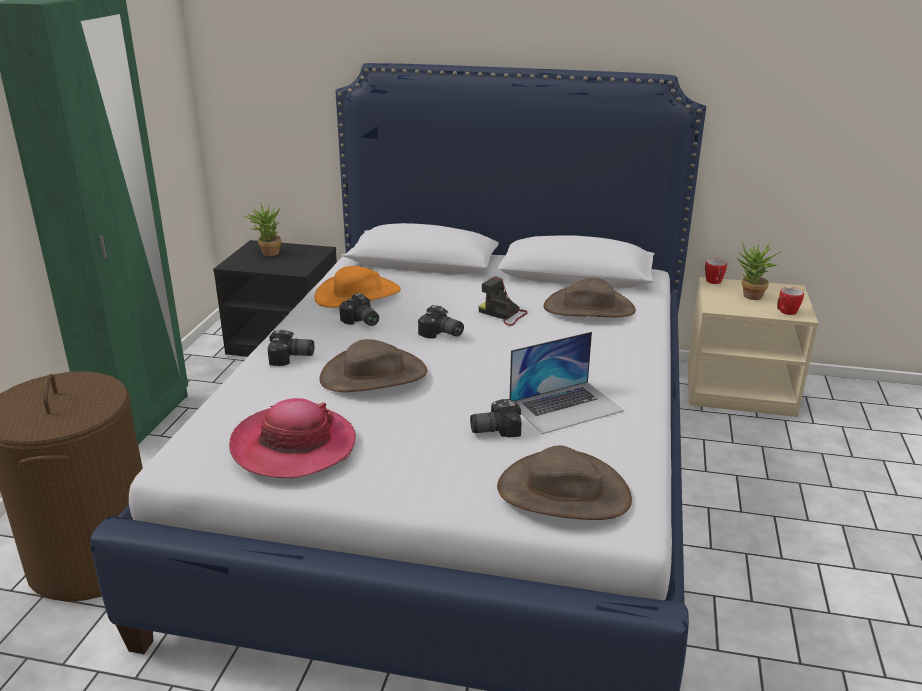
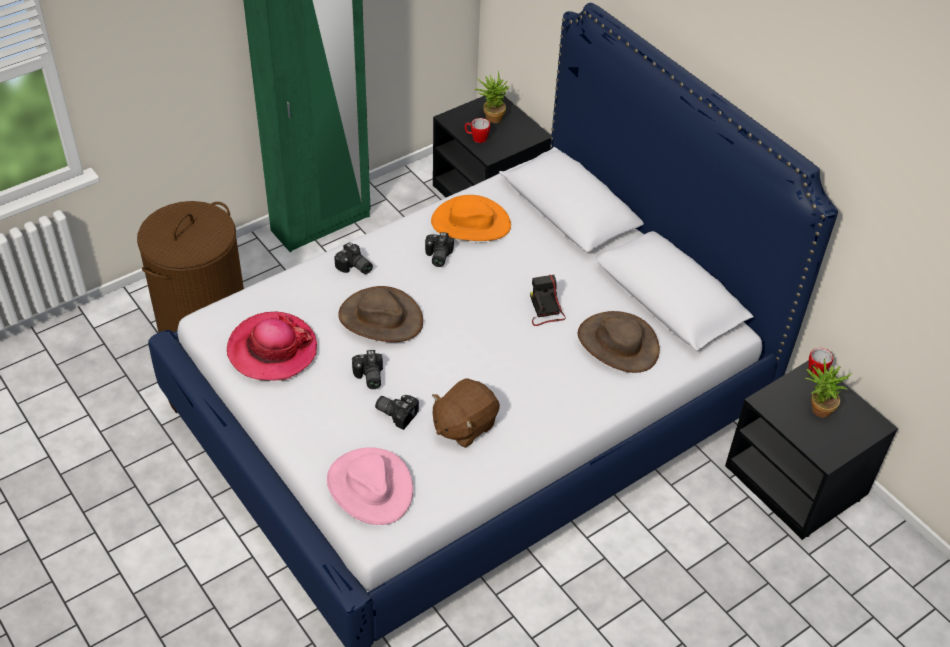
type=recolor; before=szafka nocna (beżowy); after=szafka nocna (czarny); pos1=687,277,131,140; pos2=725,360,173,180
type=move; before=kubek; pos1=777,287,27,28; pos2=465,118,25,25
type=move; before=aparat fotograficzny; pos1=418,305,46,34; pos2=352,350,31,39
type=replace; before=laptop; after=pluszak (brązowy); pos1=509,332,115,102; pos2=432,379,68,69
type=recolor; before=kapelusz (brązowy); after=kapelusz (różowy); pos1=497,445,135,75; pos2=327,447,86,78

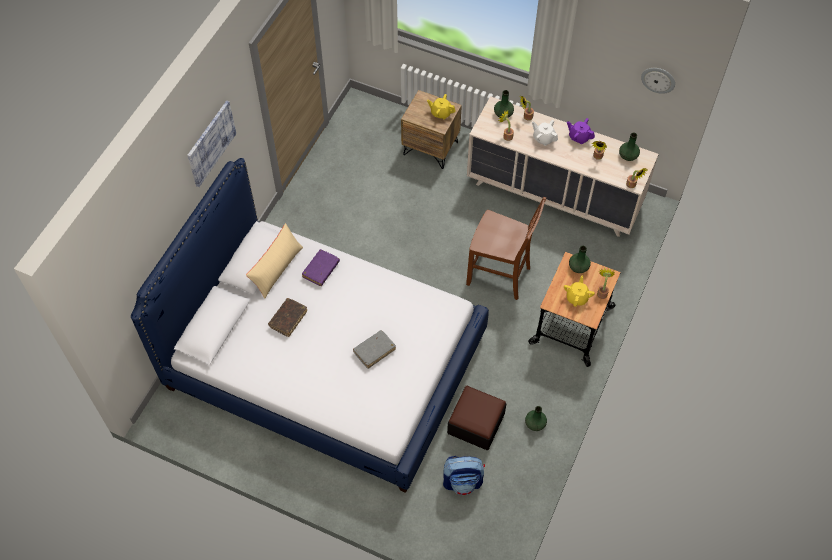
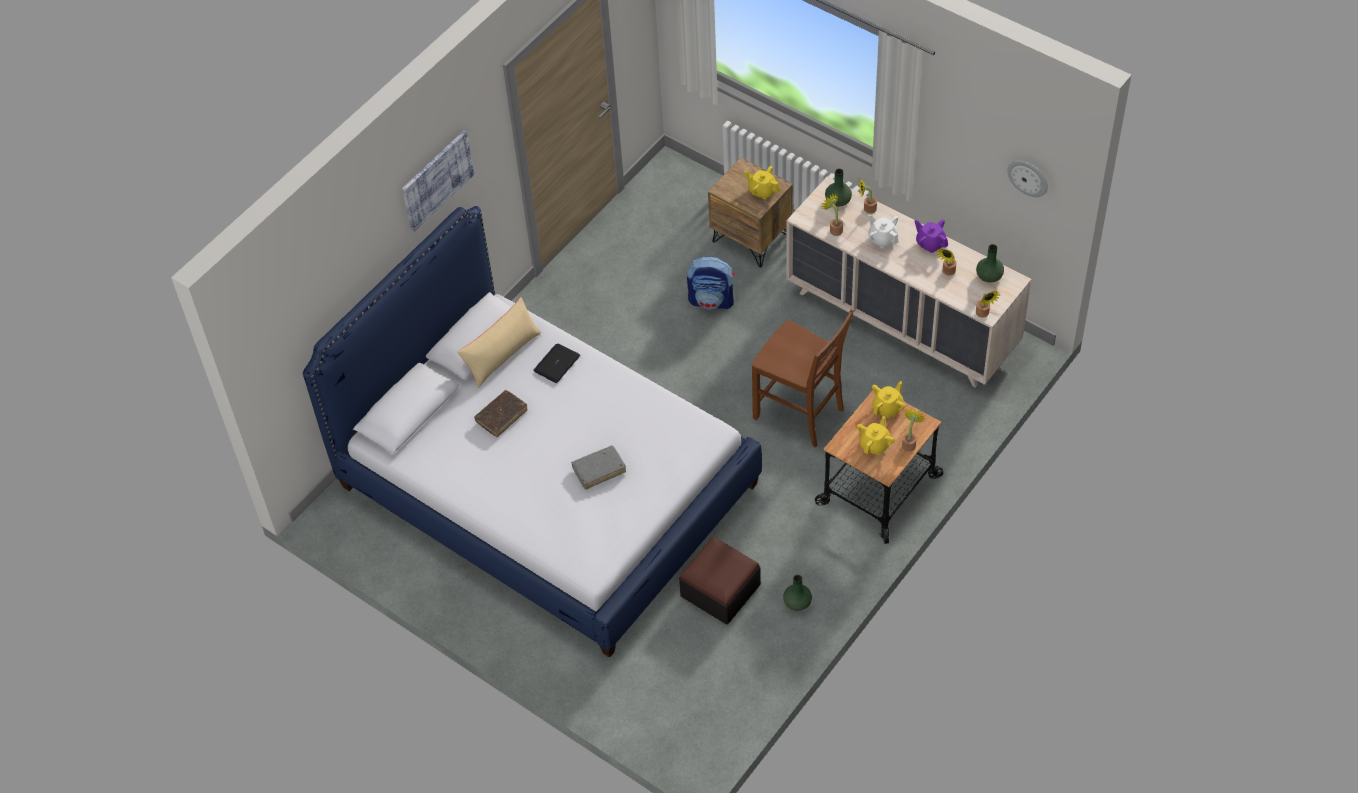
type=replace; before=wazon (zielony); after=imbryk (żółty); pos1=569,246,22,27; pos2=872,381,33,37
type=replace; before=książka (fioletowy); after=laptop; pos1=302,249,38,37; pos2=534,343,46,40
type=move; before=plecak; pos1=443,456,42,39; pos2=687,256,48,54

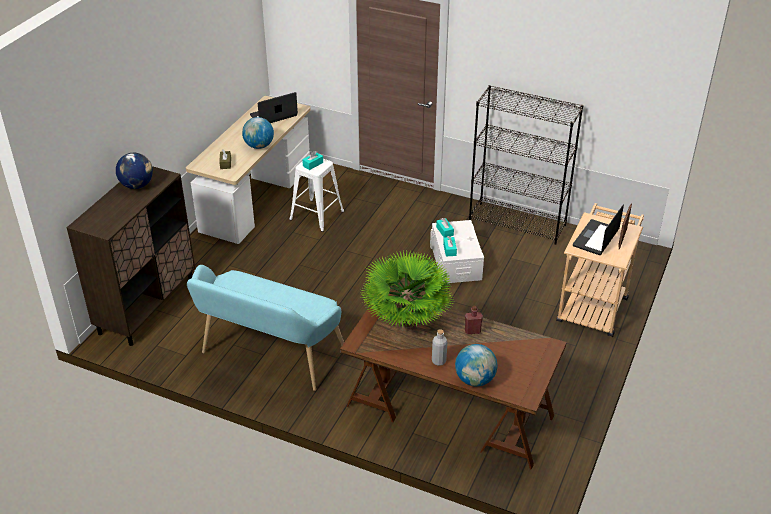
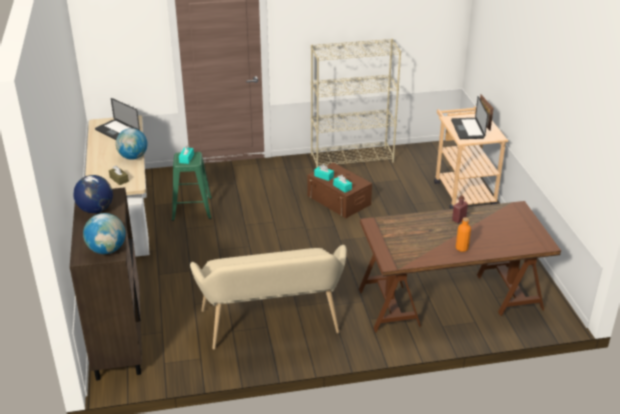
type=recolor; before=regał (czarny); after=regał (beżowy); pos1=469,85,115,160; pos2=311,39,90,129
type=rotate; before=laptop; pos1=250,92,48,31; pos2=95,98,45,42; turn=-75
type=recolor; before=stołek (biały); after=stołek (zielony); pos1=289,155,55,77; pos2=172,152,40,69
type=recolor; before=pojemnik do przechowywania (biały); after=pojemnik do przechowywania (brązowy); pos1=430,220,54,63; pos2=308,162,64,56
type=delete; before=roślina doniczkowa; pos1=360,250,94,81
type=recolor; before=ławka (turkusowy); after=ławka (beżowy); pos1=187,265,157,126; pos2=190,245,157,105
type=recolor; before=butelka (szary); after=butelka (pomarańczowy); pos1=432,329,15,37; pos2=456,217,15,35
type=move; before=globus; pos1=455,344,42,42; pos2=83,213,43,41

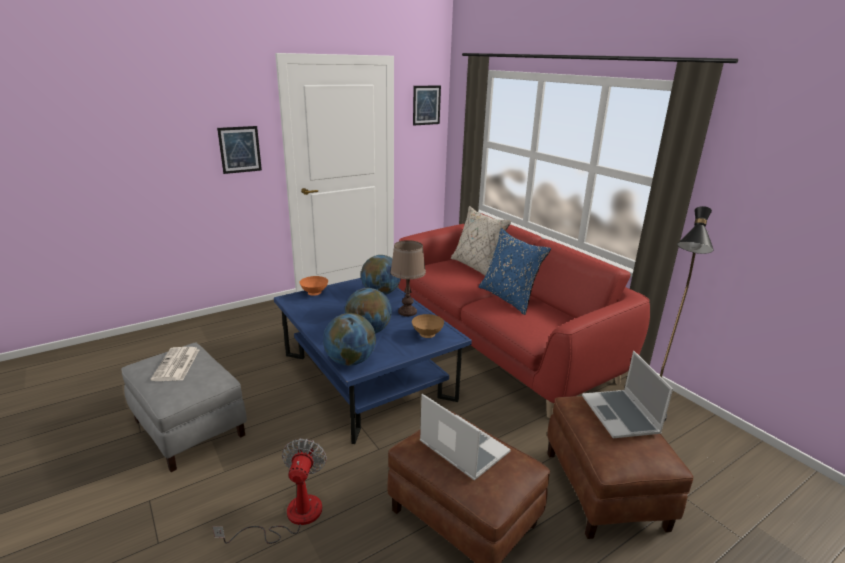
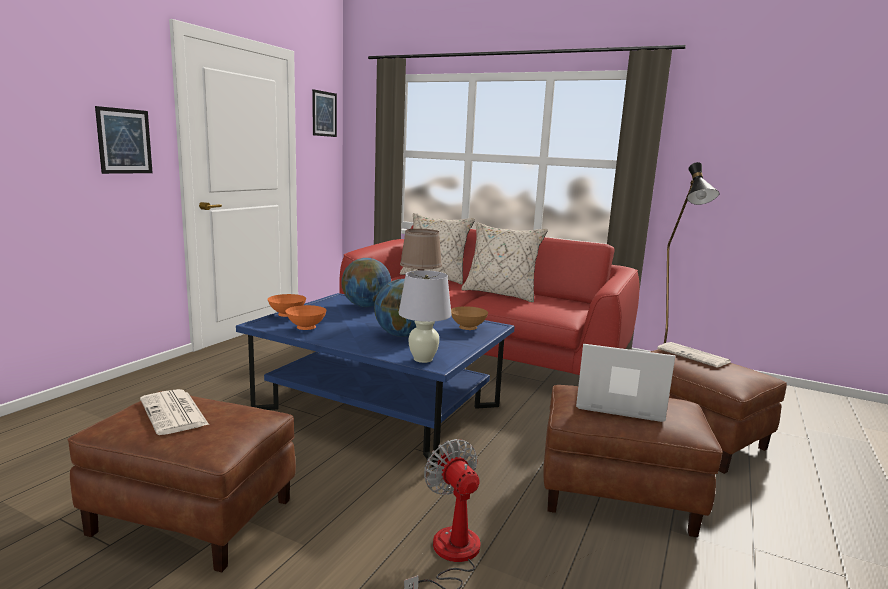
type=recolor; before=poduszka (niebieski); after=poduszka (beżowy); pos1=479,228,72,87; pos2=461,222,87,80
type=replace; before=globus; after=lampa stołowa (biały); pos1=323,313,53,53; pos2=399,270,53,93
type=recolor; before=pufa (szary); after=pufa (brązowy); pos1=121,342,126,130; pos2=68,391,228,181
type=replace; before=laptop; after=gazeta; pos1=582,351,91,87; pos2=657,342,74,25
type=insert; after=miska (pomarańczowy); pos2=286,305,41,25

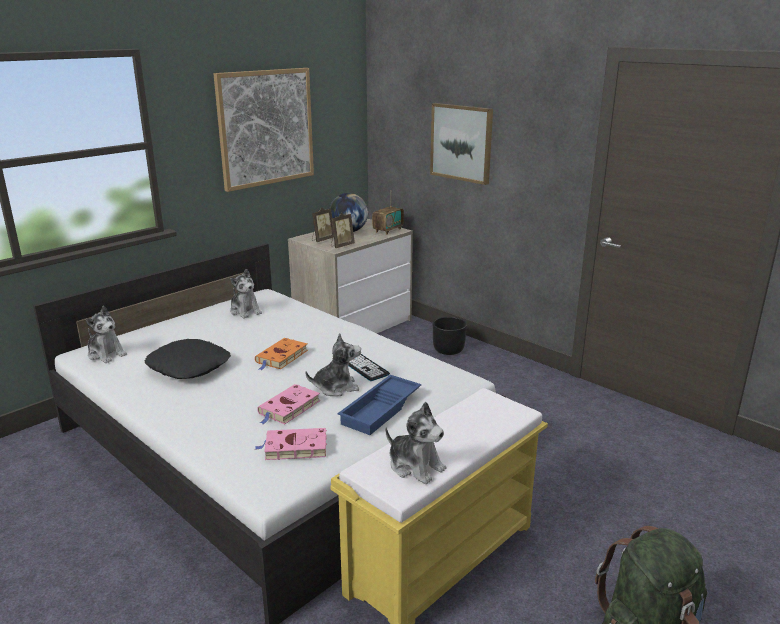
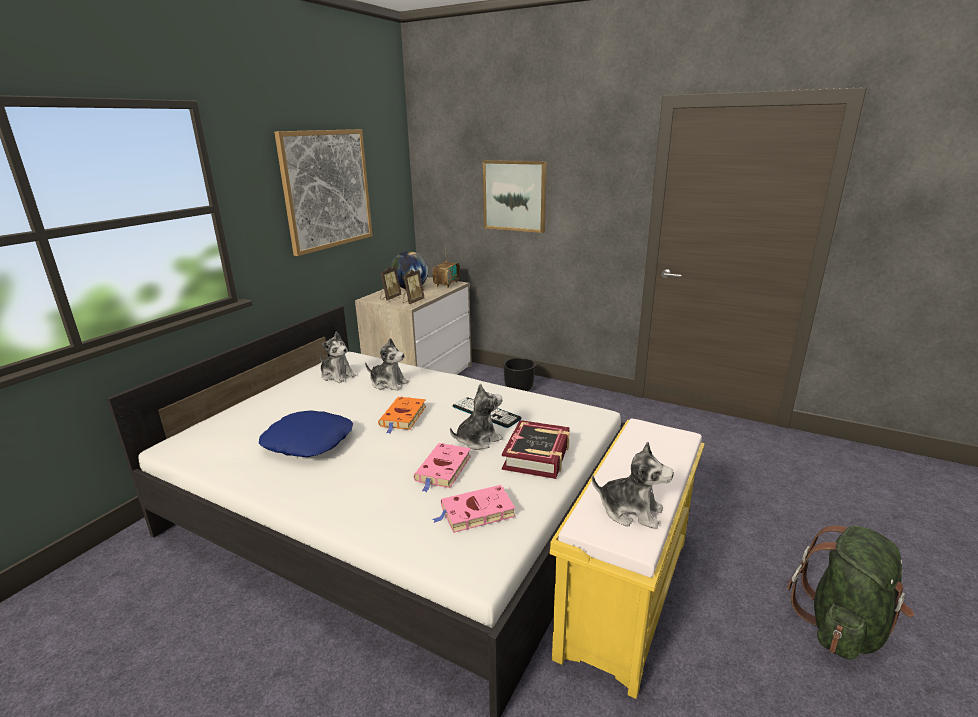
type=move; before=pluszak; pos1=85,306,42,57; pos2=365,338,44,53
type=recolor; before=poduszka (czarny); after=poduszka (niebieski); pos1=145,339,86,40; pos2=259,410,94,47
type=replace; before=taca (niebieski); after=książka; pos1=337,375,84,60; pos2=502,420,68,59

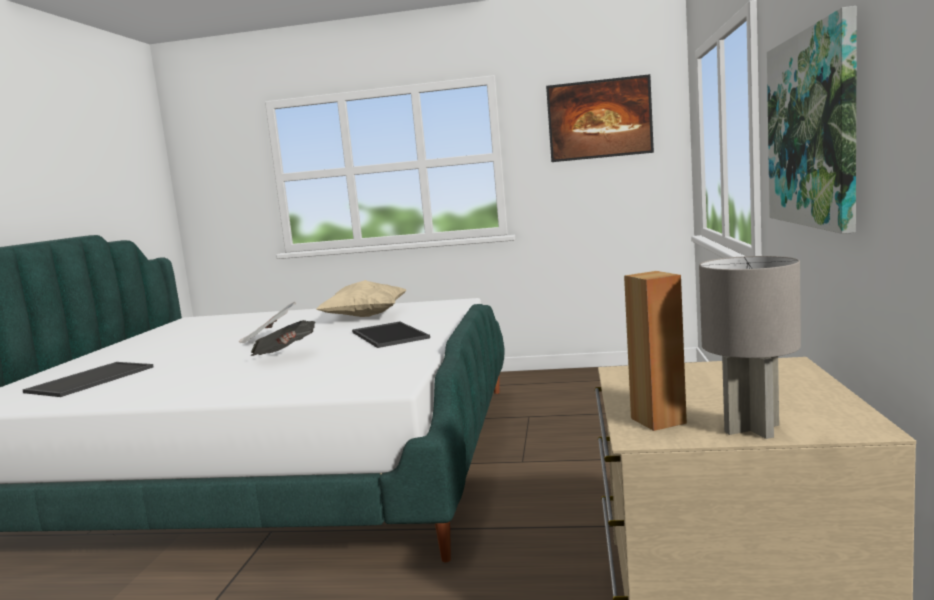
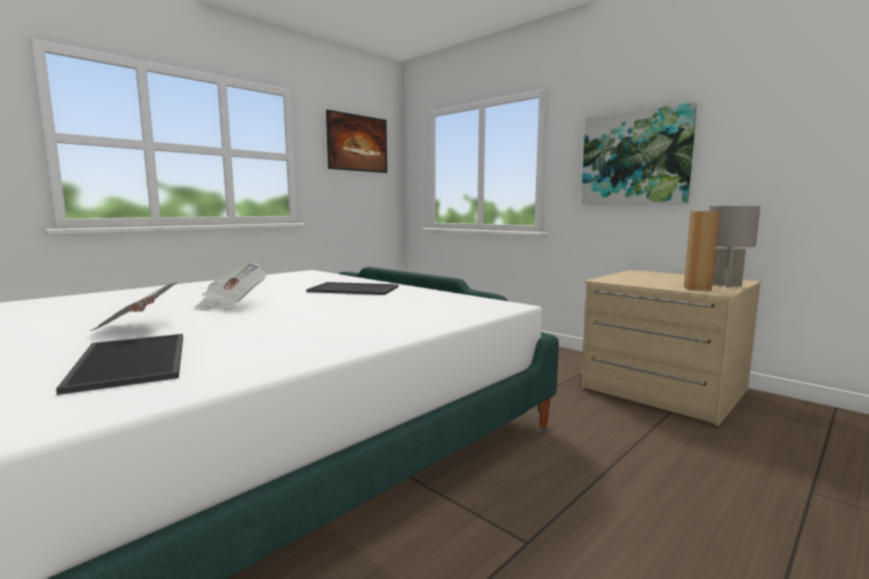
type=delete; before=poduszka (beżowy); pos1=317,280,89,37
type=move; before=gazeta; pos1=250,320,65,36; pos2=90,279,90,52

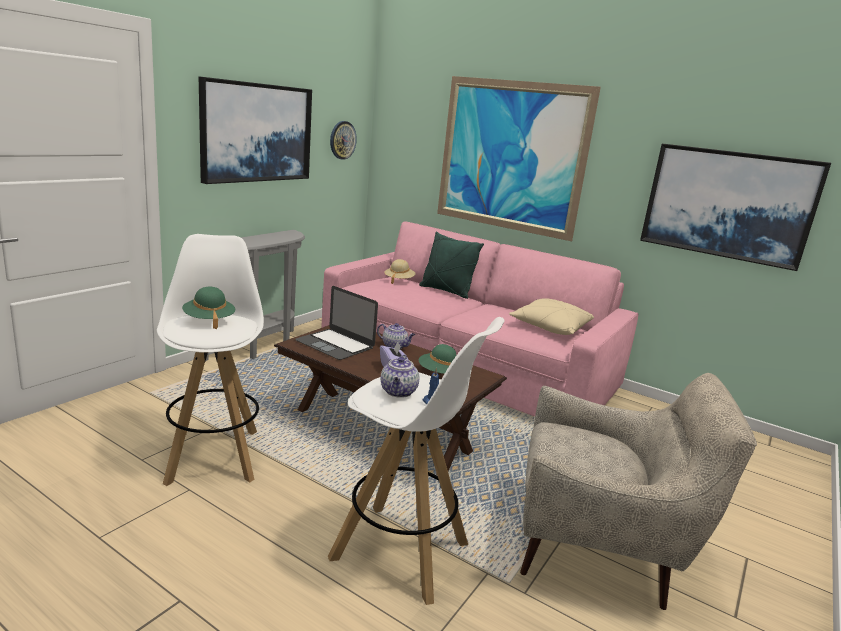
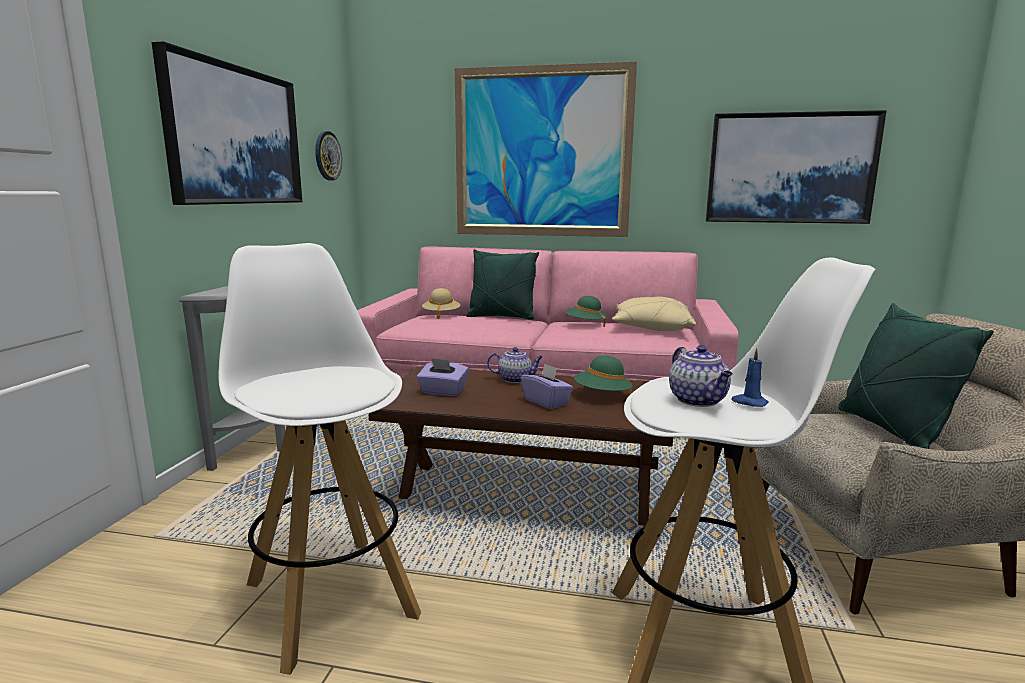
type=replace; before=laptop; after=pudełko chusteczek (fioletowy); pos1=295,286,83,74; pos2=417,358,52,38
type=move; before=kapelusz (zielony); pos1=182,287,53,42; pos2=566,296,41,31
type=insert; after=poduszka (zielony); pos2=838,303,156,146

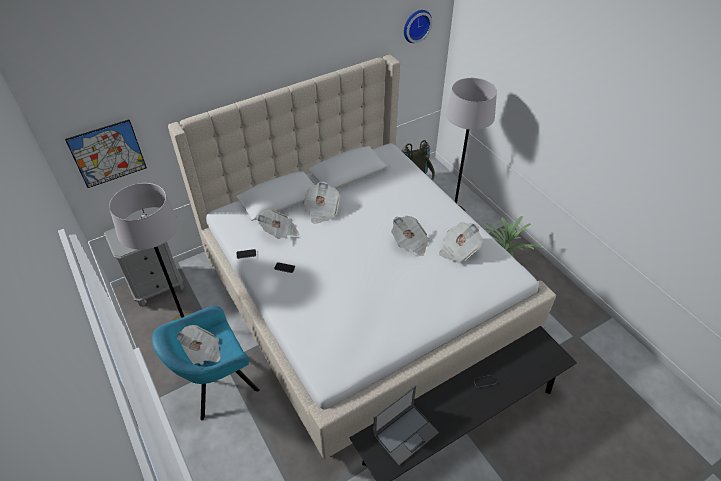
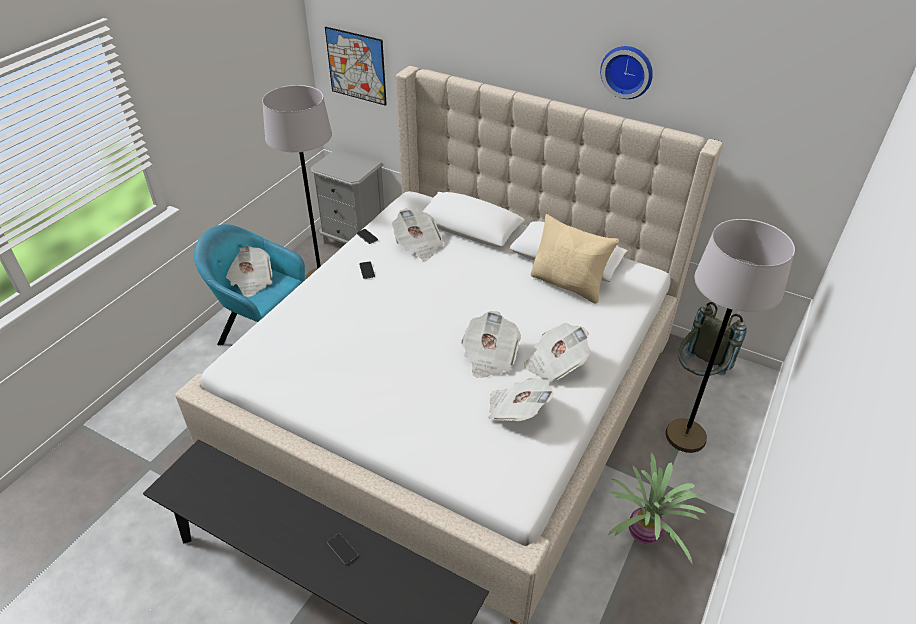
type=move; before=zegar ścienny; pos1=404,10,28,33; pos2=600,46,53,53
type=move; before=gazeta; pos1=303,182,37,42; pos2=524,323,66,60
type=delete; before=laptop; pos1=373,385,66,80
type=insert; after=poduszka (beżowy); pos2=530,214,89,90

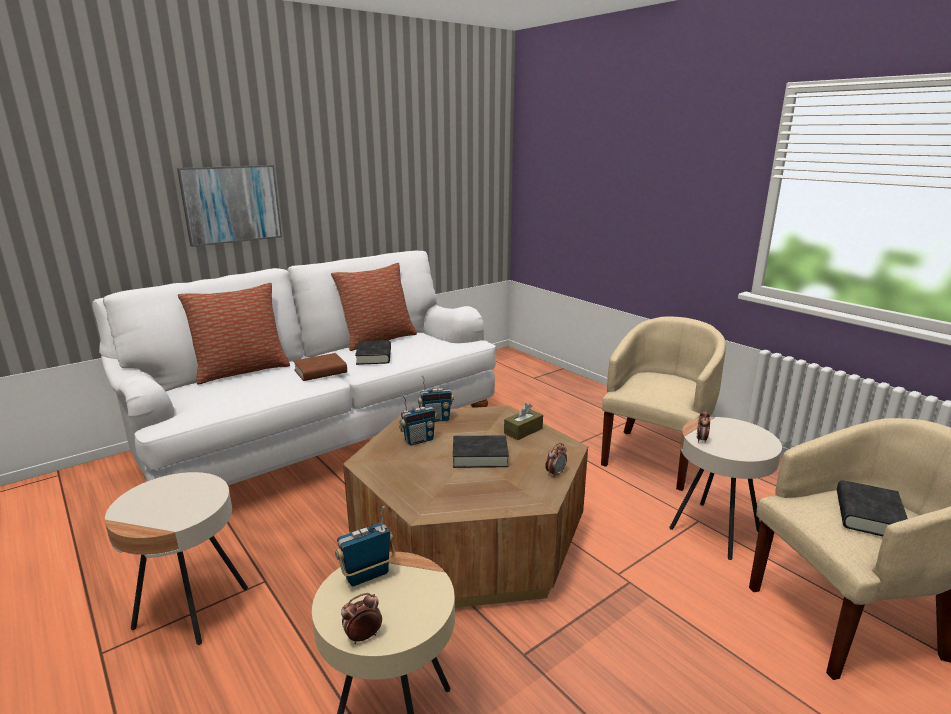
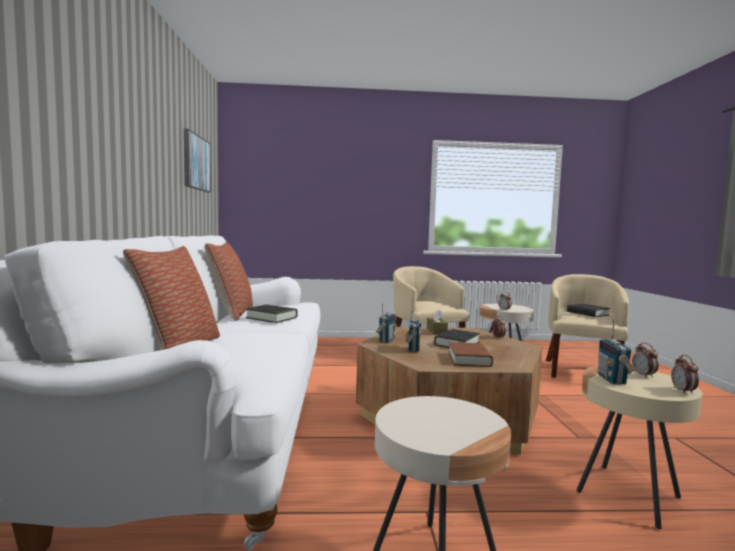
type=move; before=obraz; pos1=177,165,105,82; pos2=184,129,27,63
type=move; before=książka (brązowy); pos1=293,353,54,28; pos2=448,342,45,25
type=insert; after=budzik; pos2=632,342,27,36

